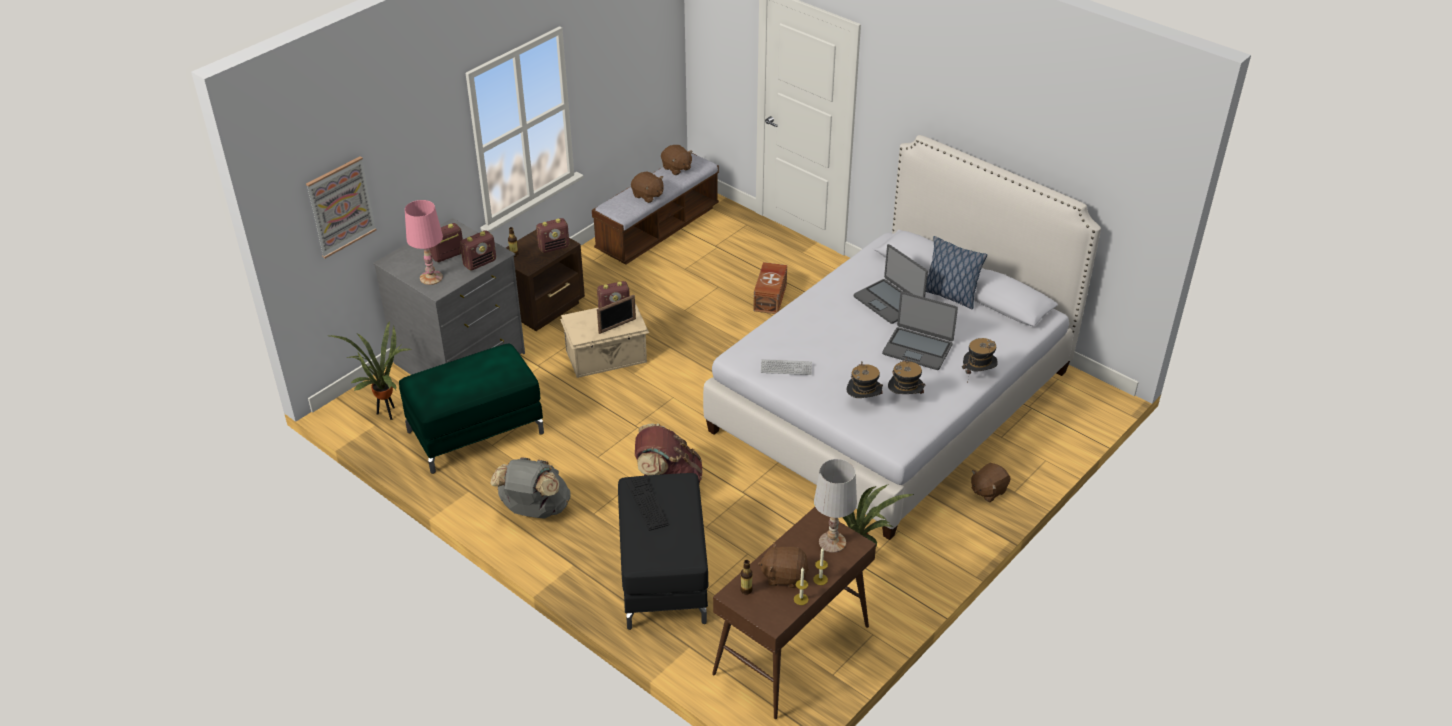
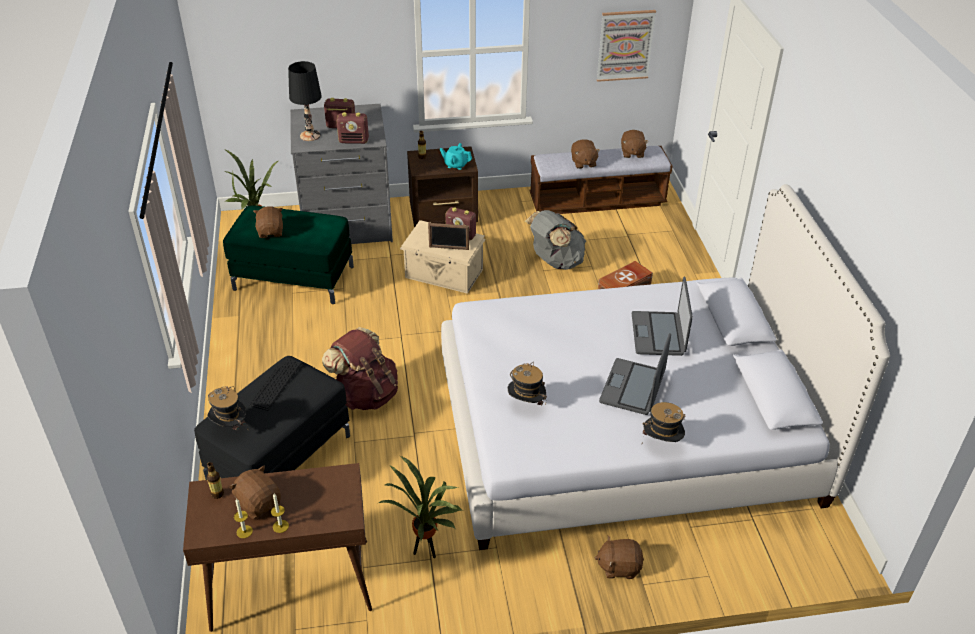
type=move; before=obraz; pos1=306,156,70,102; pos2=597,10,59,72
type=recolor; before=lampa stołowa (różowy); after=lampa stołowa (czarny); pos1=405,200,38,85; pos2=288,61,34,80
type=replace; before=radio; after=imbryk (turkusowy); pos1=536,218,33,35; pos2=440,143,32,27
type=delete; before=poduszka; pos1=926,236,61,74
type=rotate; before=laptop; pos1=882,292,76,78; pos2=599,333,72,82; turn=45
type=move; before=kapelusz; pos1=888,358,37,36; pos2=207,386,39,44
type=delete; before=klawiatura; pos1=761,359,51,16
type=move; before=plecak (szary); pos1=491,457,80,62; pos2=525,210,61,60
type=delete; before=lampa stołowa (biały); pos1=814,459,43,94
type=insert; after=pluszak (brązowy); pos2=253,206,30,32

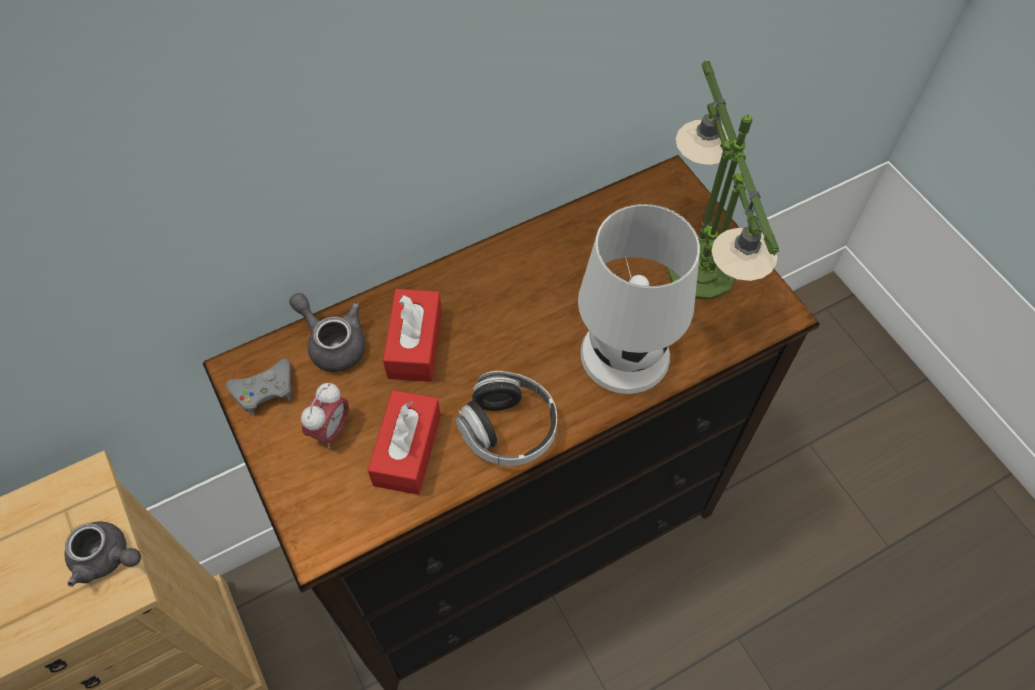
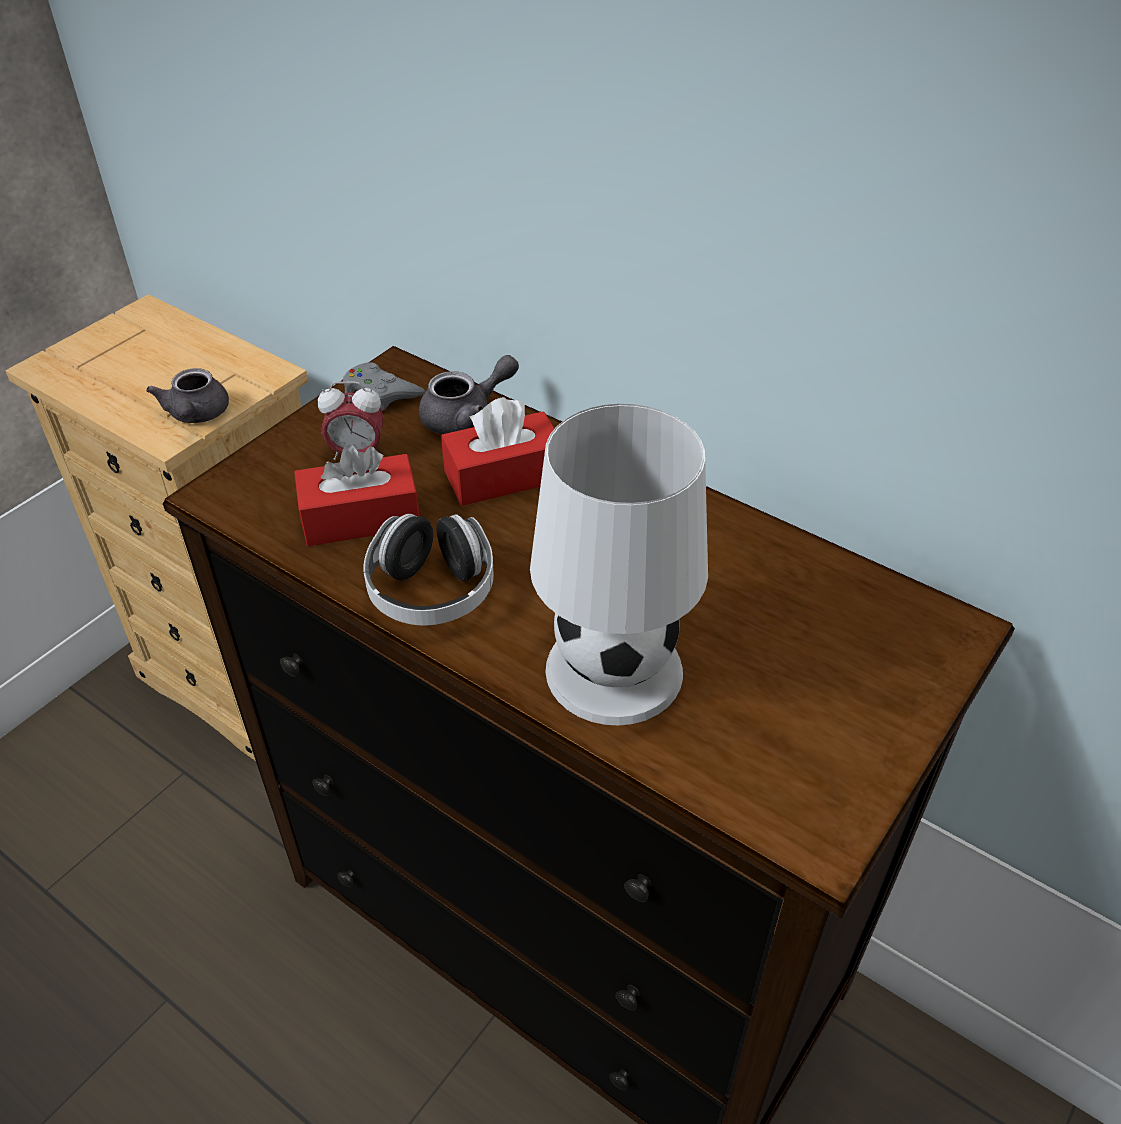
type=delete; before=lampa stołowa; pos1=668,61,111,239
type=rotate; before=imbryk (szary); pos1=289,293,76,79; pos2=419,355,100,79; turn=45

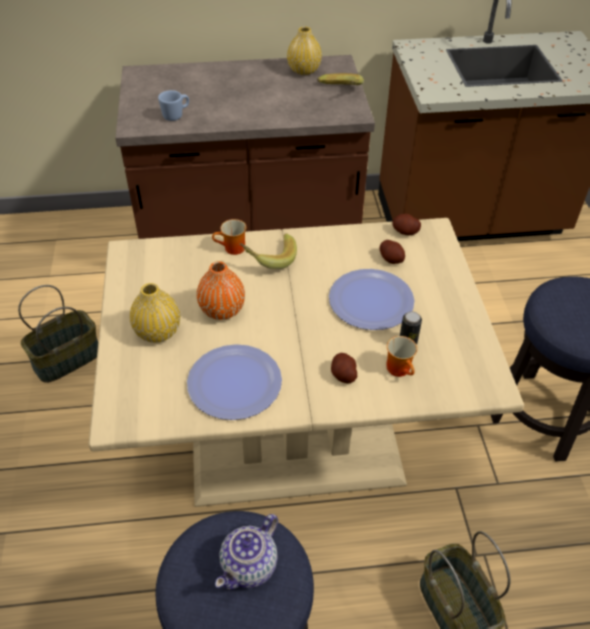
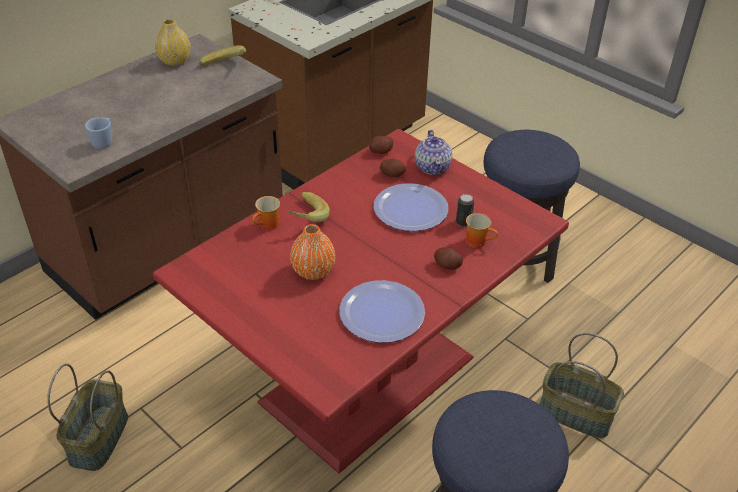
type=recolor; before=stół jadalny (beżowy); after=stół jadalny (czerwony); pos1=88,218,436,289; pos2=153,129,416,345
type=delete; before=wazon (żółty); pos1=130,283,50,60
type=move; before=imbryk; pos1=215,514,63,76; pos2=415,130,37,45

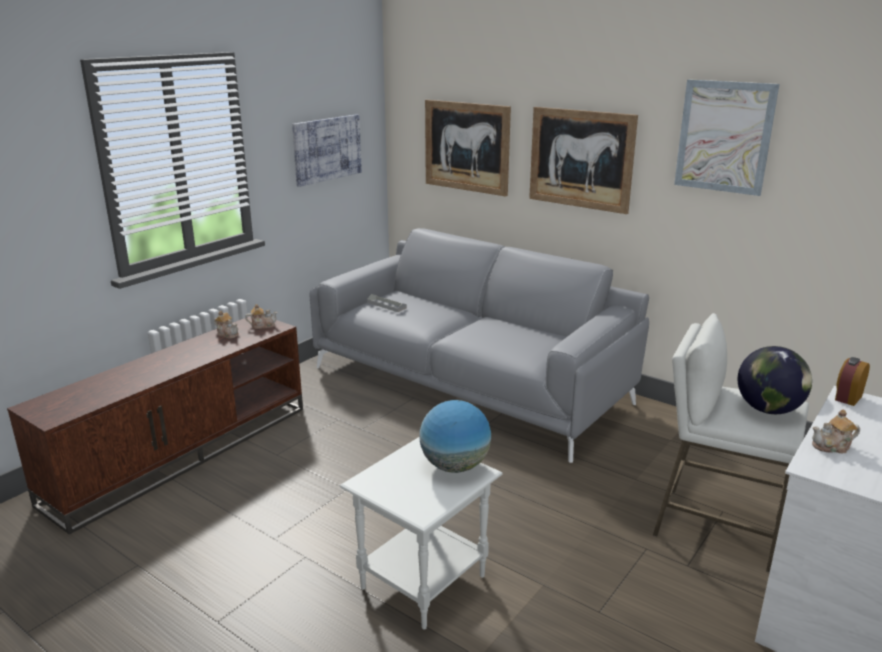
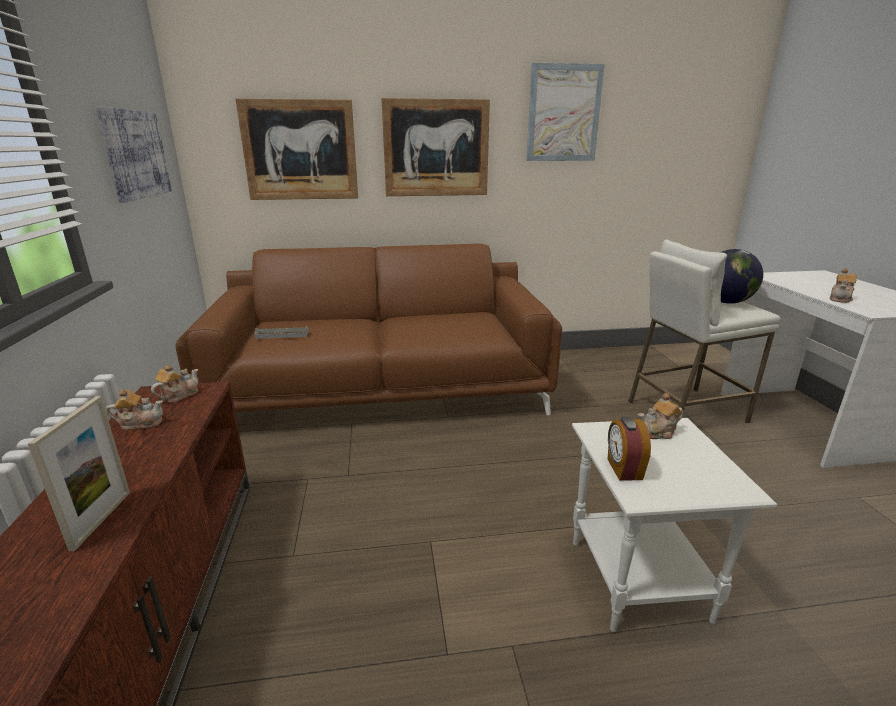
type=recolor; before=kanapa (szary); after=kanapa (brązowy); pos1=310,228,339,235; pos2=175,244,387,171
type=move; before=budzik; pos1=835,357,35,49; pos2=608,417,43,64
type=replace; before=globus; after=imbryk; pos1=419,400,72,73; pos2=638,393,45,46
type=insert; after=ramka na zdjęcie; pos2=27,396,103,155

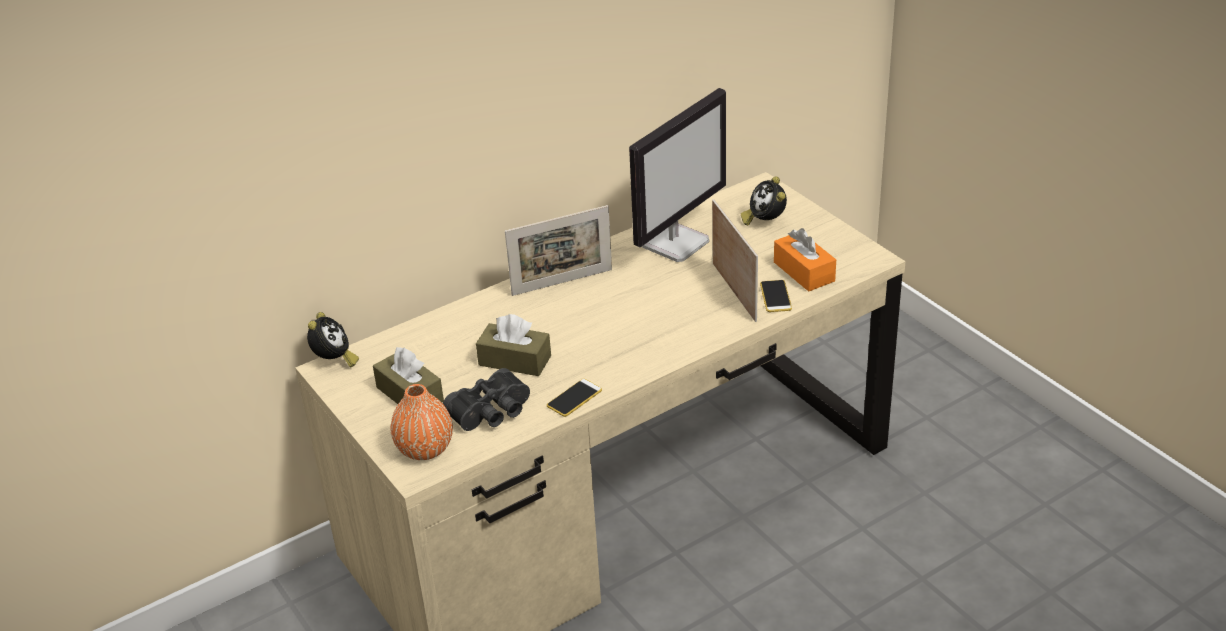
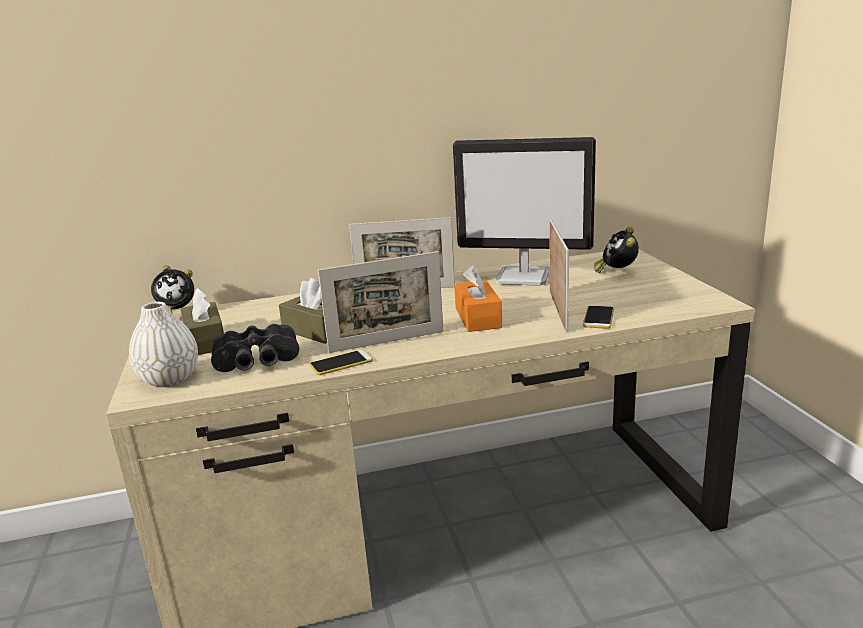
type=rotate; before=monitor; pos1=629,88,97,174; pos2=453,137,143,149; turn=45
type=move; before=pudełko chusteczek (pomarańczowy); pos1=774,228,62,63; pos2=454,266,48,66
type=rotate; before=budzik; pos1=307,312,52,56; pos2=151,265,43,49; turn=60
type=recolor; before=wazon (pomarańczowy); after=wazon (biały); pos1=391,384,62,76; pos2=129,302,69,85
type=insert; after=ramka na zdjęcie; pos2=318,251,126,102

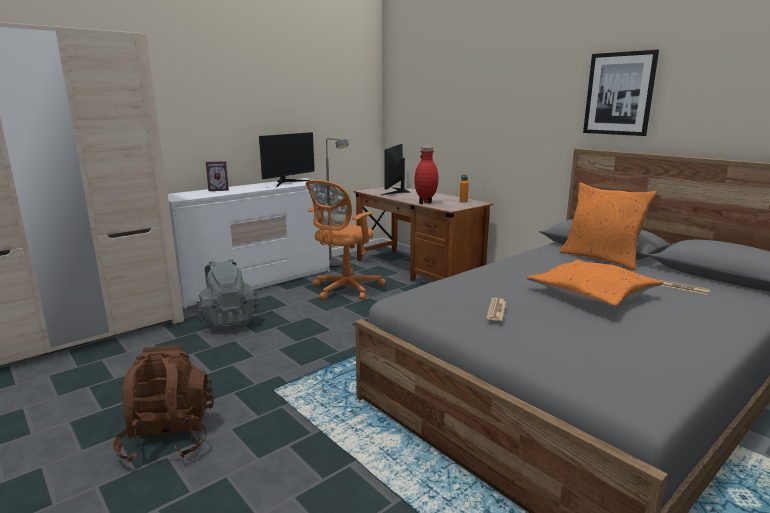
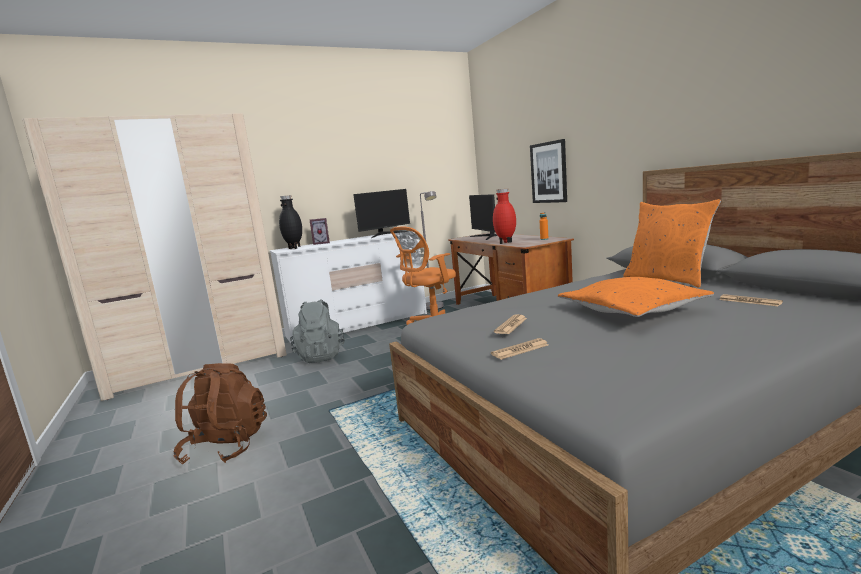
type=move; before=obraz; pos1=583,50,76,86; pos2=530,139,37,64
type=rotate; before=monitor; pos1=381,144,29,51; pos2=469,194,29,46; turn=-45
type=insert; after=wazon (czarny); pos2=279,195,23,54
type=insert; after=gazeta; pos2=491,338,57,22

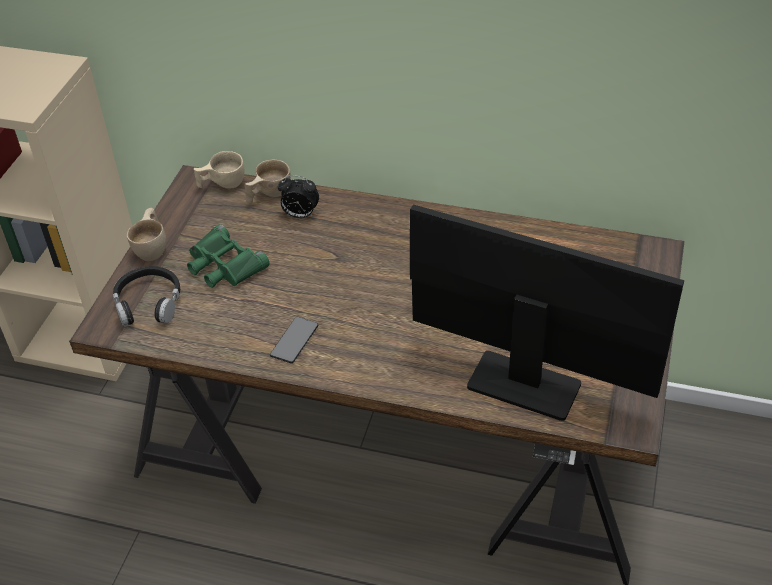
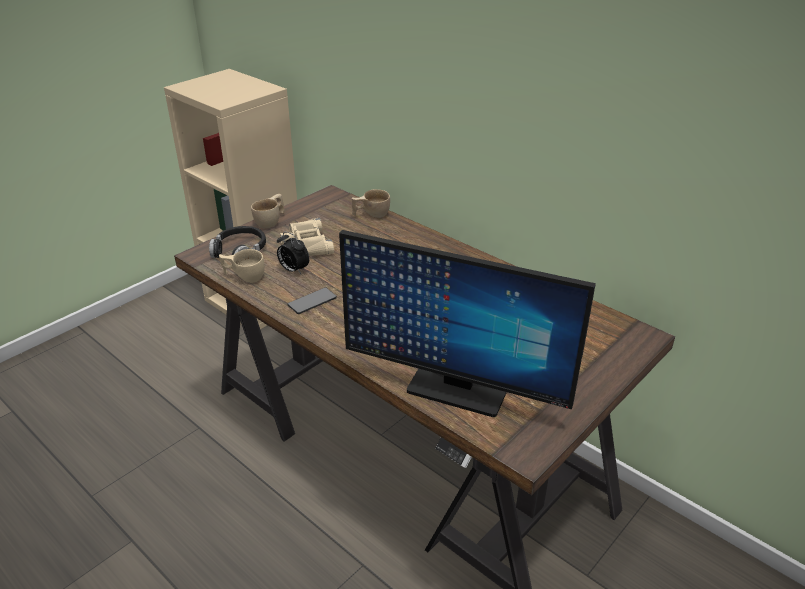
type=move; before=filiżanka (beżowy); pos1=194,151,50,37; pos2=219,249,46,34
type=move; before=budzik; pos1=278,175,41,43; pos2=277,231,32,43
type=rotate; before=monitor; pos1=410,204,274,217; pos2=339,230,257,187; turn=150
type=recolor; before=lornetka (zielony); after=lornetka (beżowy); pos1=187,224,82,64; pos2=280,218,54,38

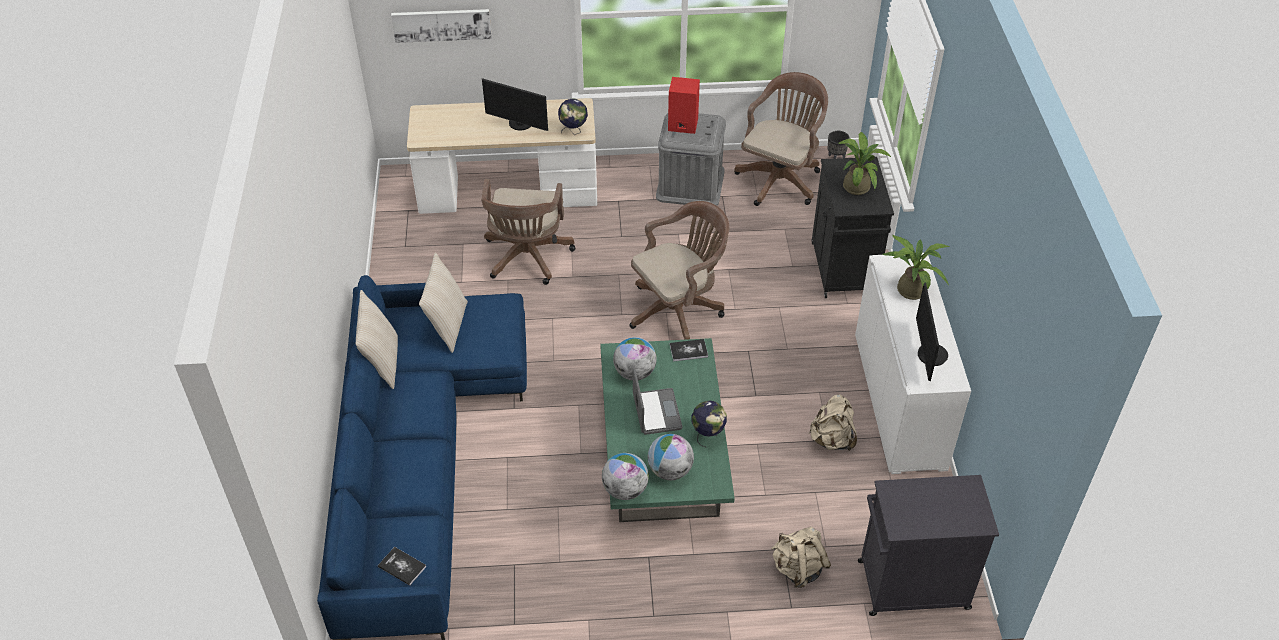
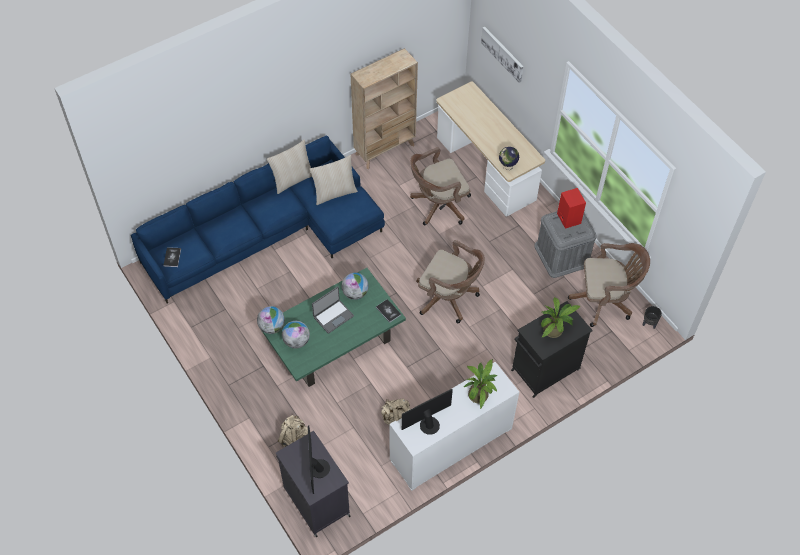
type=move; before=monitor; pos1=482,78,66,53; pos2=308,425,22,69
type=delete; before=globus; pos1=692,401,35,47
type=insert; after=regał (beżowy); pos2=350,48,68,121

